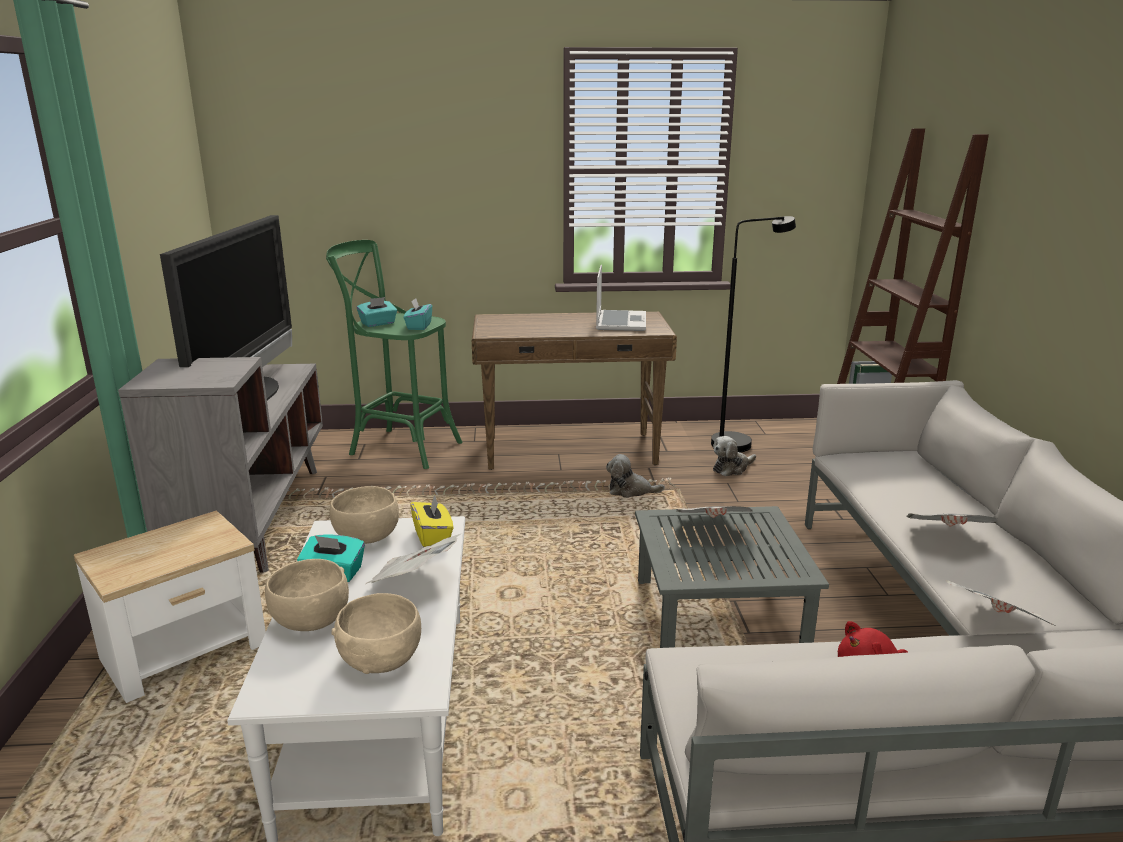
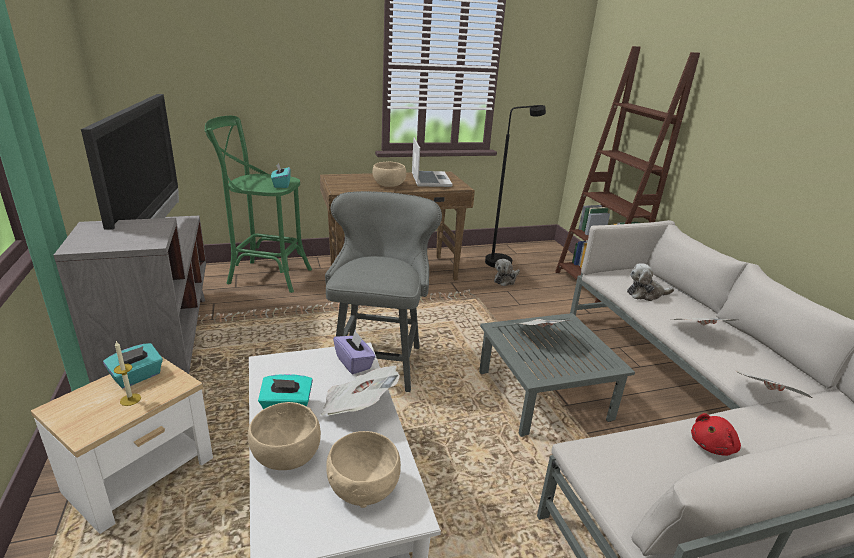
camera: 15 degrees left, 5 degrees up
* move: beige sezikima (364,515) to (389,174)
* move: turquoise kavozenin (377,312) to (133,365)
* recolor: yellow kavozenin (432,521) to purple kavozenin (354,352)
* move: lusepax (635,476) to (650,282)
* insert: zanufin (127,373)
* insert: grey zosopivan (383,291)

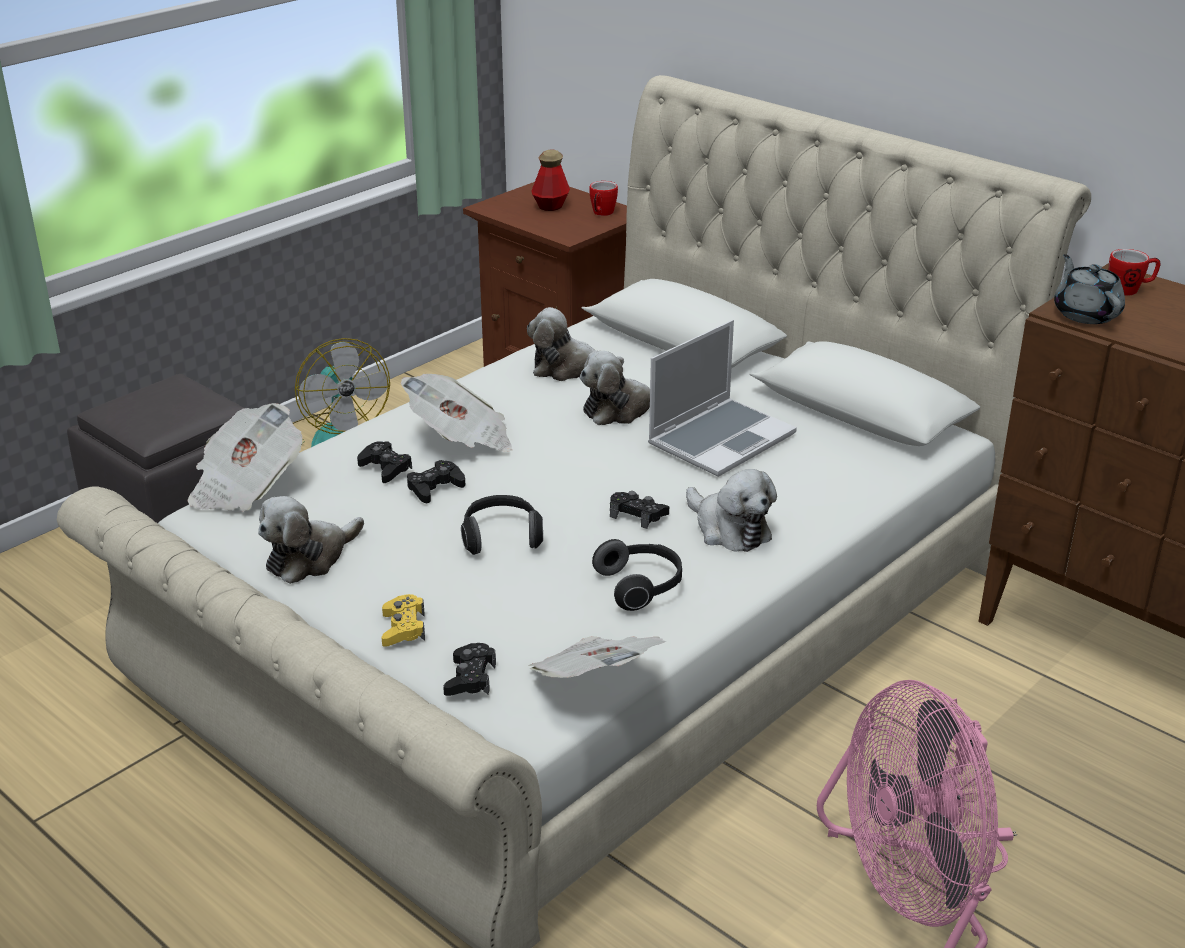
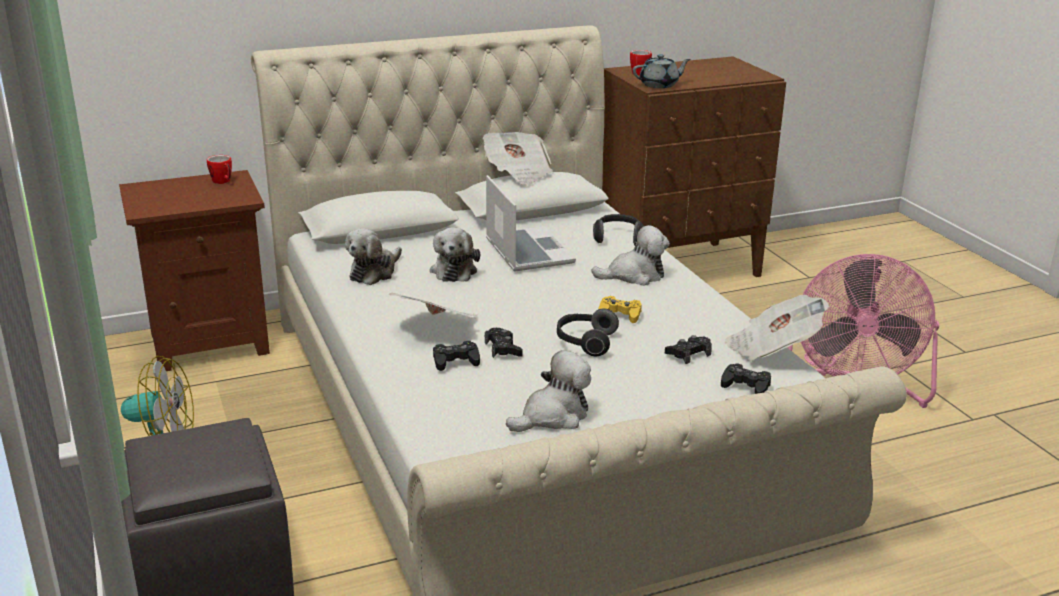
camera: 65 degrees left, 5 degrees down
* move: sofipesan (245,457) to (518,158)
* rotate: lusepax (311,540) = (548,391) 105 degrees counterclockwise
* move: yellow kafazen (403,620) to (620,309)
* delete: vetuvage (550,180)
* move: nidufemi (637,575) to (618,228)
* move: black kafazen (639,510) to (688,349)
* rotate: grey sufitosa (1089,289) = (662,71) 150 degrees clockwise

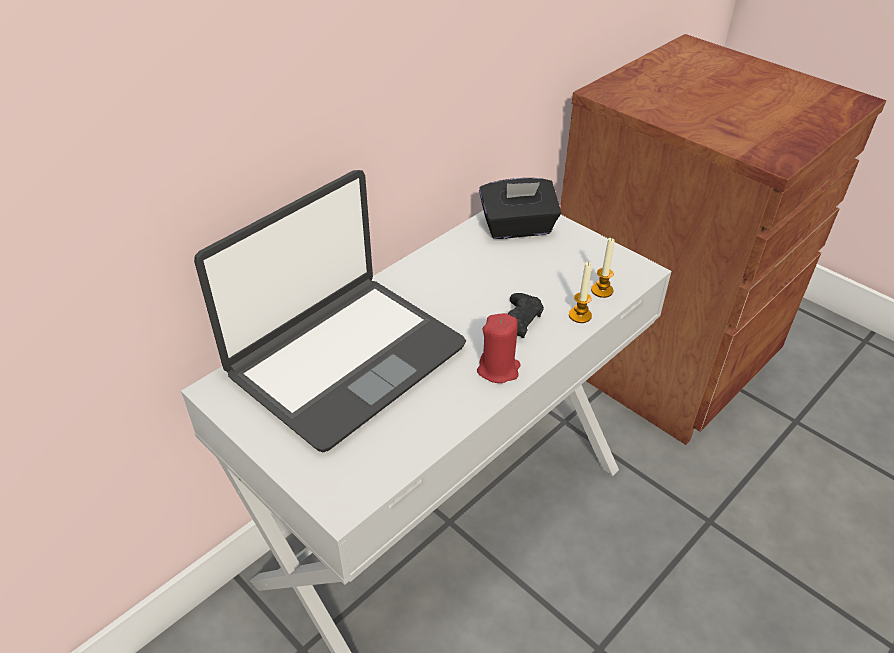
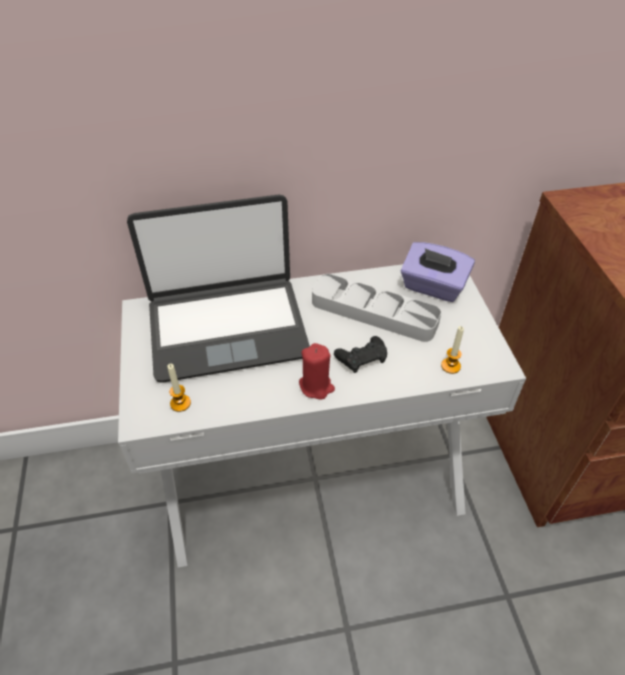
camera: 35 degrees right, 5 degrees up
* recolor: black kavozenin (520,208) to purple kavozenin (438,272)
* move: zanufin (580,292) to (179,388)
* insert: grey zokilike (376,308)

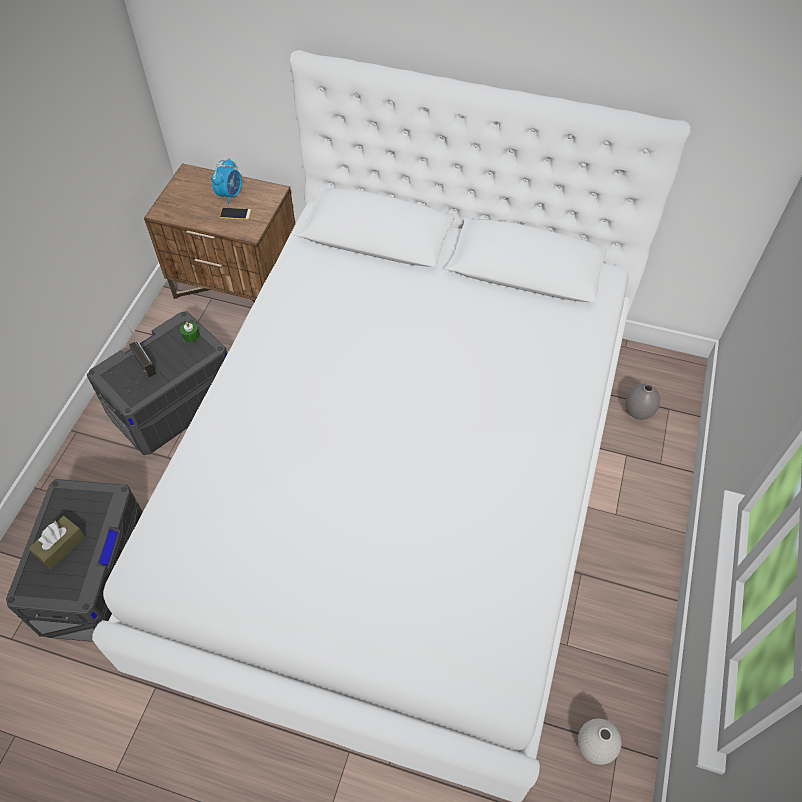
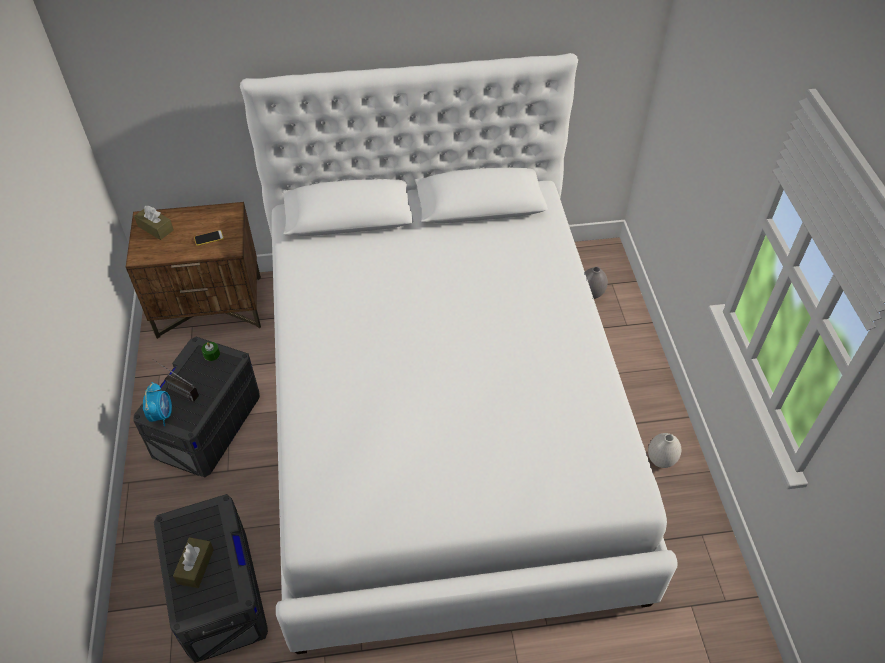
camera: 25 degrees left, 5 degrees down
* move: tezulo (226,181) to (157,404)
* move: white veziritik (600,742) to (664,450)
* insert: brown kavozenin (154,223)

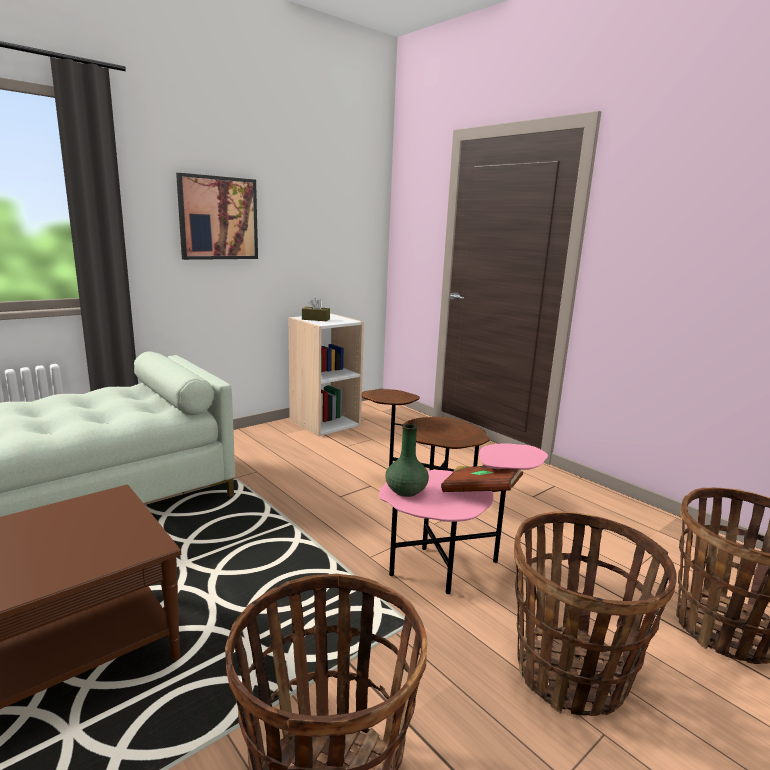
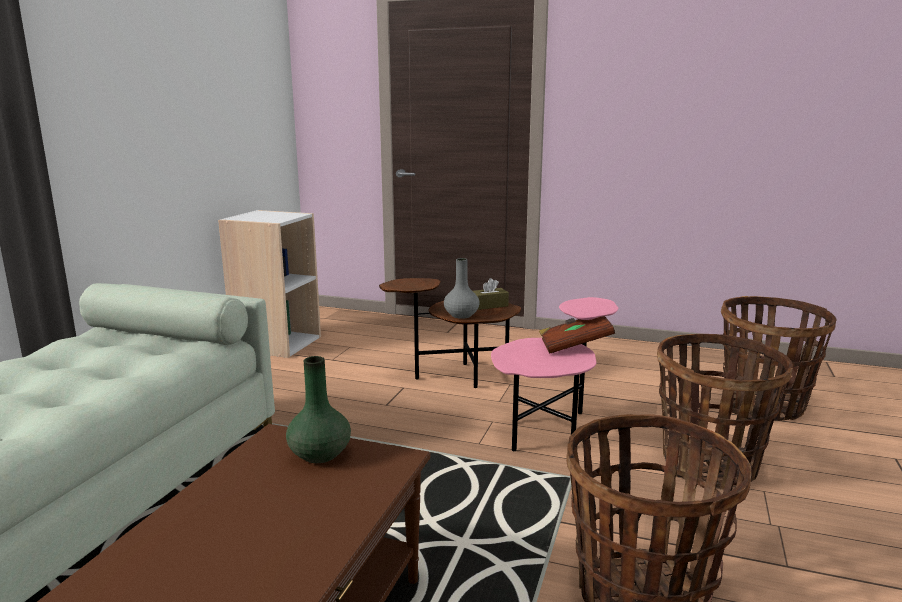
camera: 30 degrees left, 0 degrees up
* delete: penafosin (217,216)
* move: brown kavozenin (316,309) to (491,294)
* move: green veziritik (407,460) to (318,409)
* insert: grey veziritik (462,288)

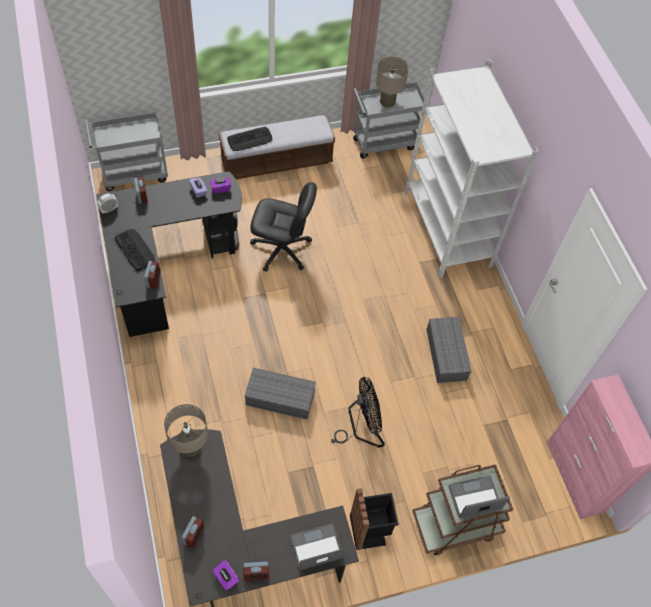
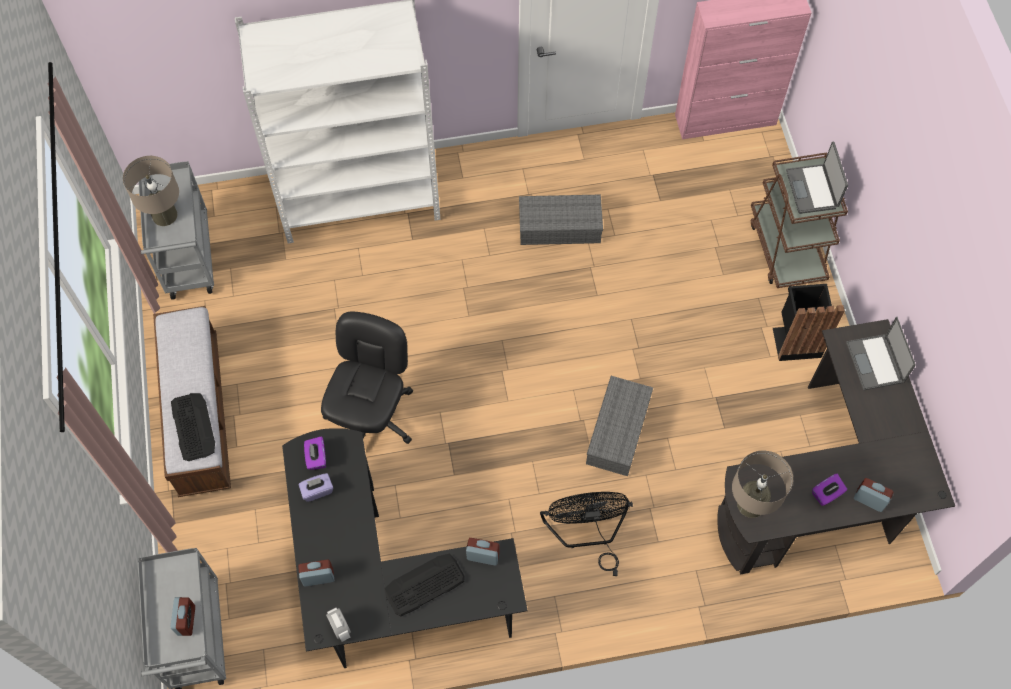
camera: 80 degrees left, 5 degrees up
* move: purple kavozenin (226,575) to (829,489)
* move: tezulo (256,571) to (183,616)
* move: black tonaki (358,412) to (586,534)

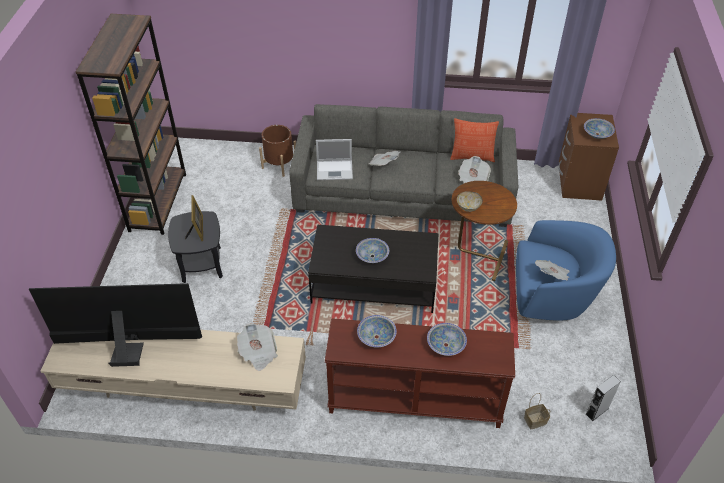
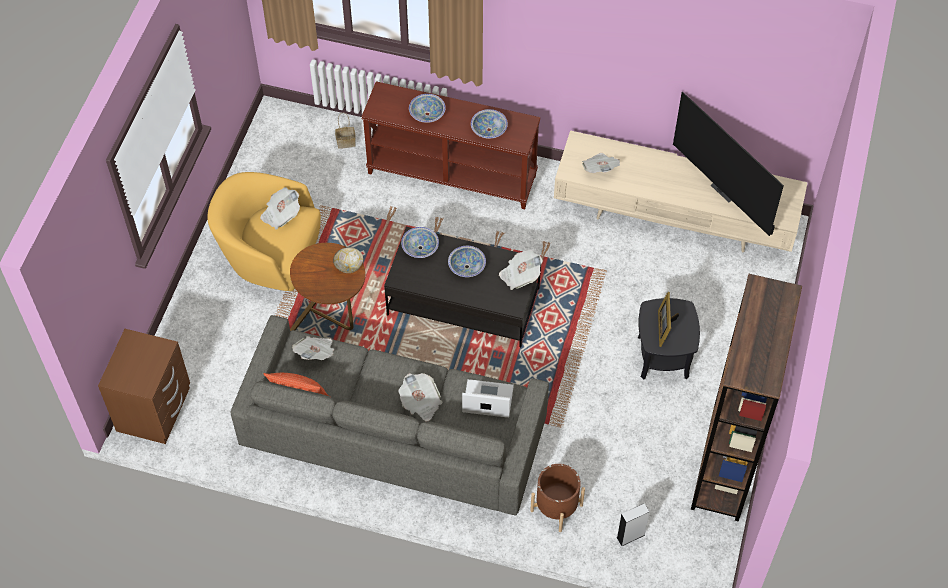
camera: 170 degrees left, 10 degrees up
* rotate: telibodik (115,325) = (728,164) 45 degrees clockwise
* recolor: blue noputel (566,270) to yellow noputel (264,231)
* move: sezikima (599,128) to (420,242)
* move: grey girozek (603,398) to (633,524)
* insert: sofipesan (521,270)

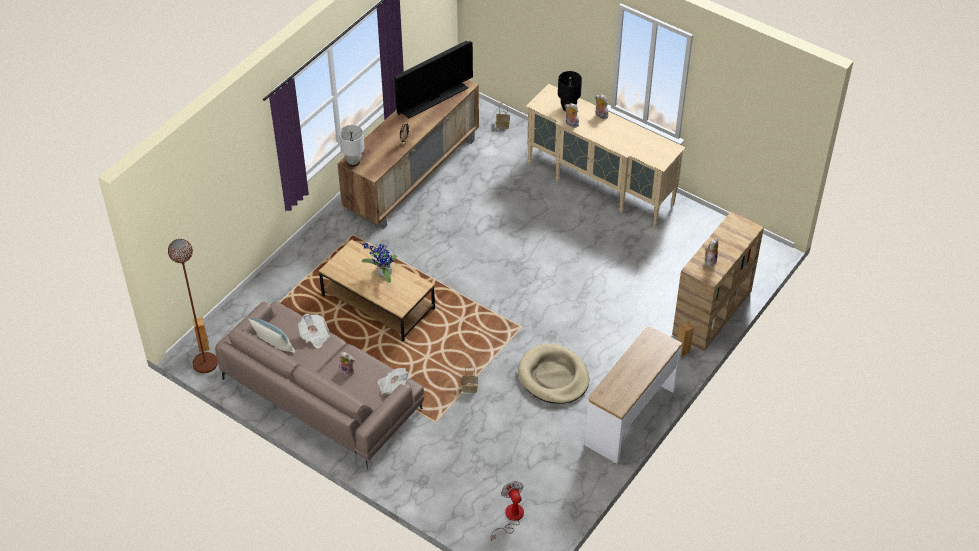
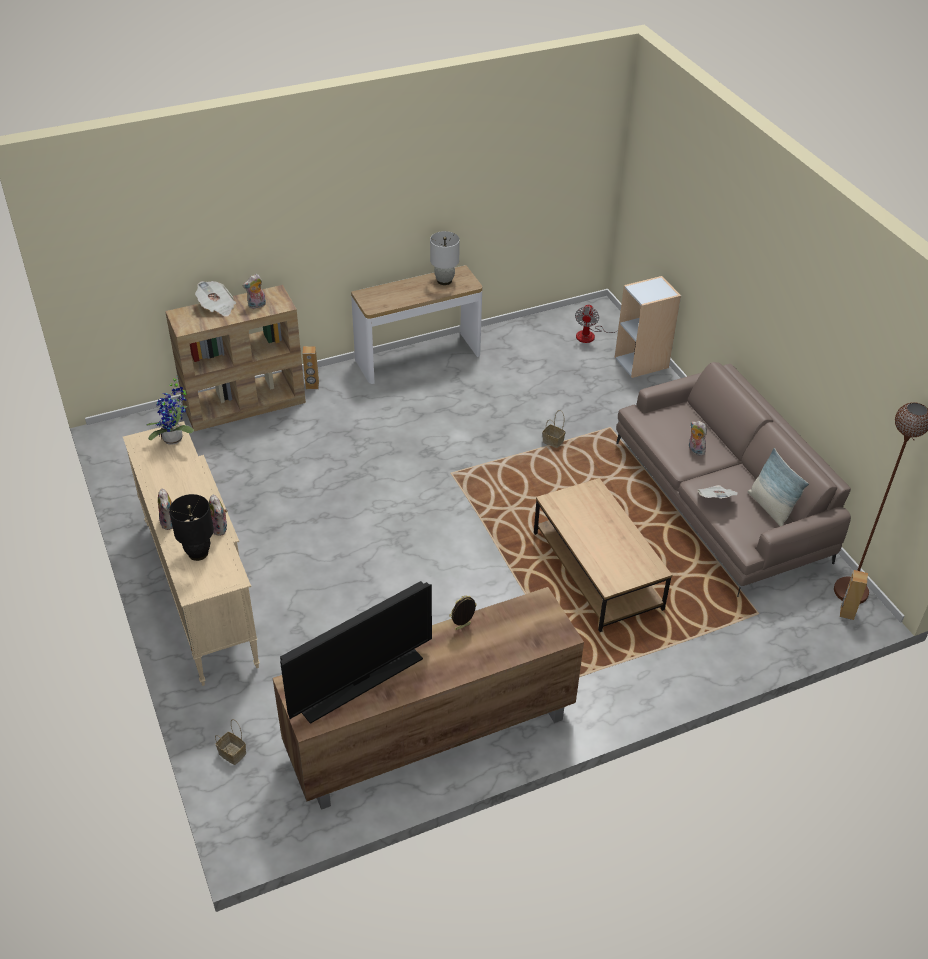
camera: 150 degrees left, 5 degrees down
* move: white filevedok (351,146) to (445,258)
* move: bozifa (379,263) to (170,410)
* move: sofipesan (393,381) to (215,299)
* rotate: telibodik (433,79) = (356,652) 150 degrees clockwise
* delete: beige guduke (553,373)
* insert: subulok (648,327)

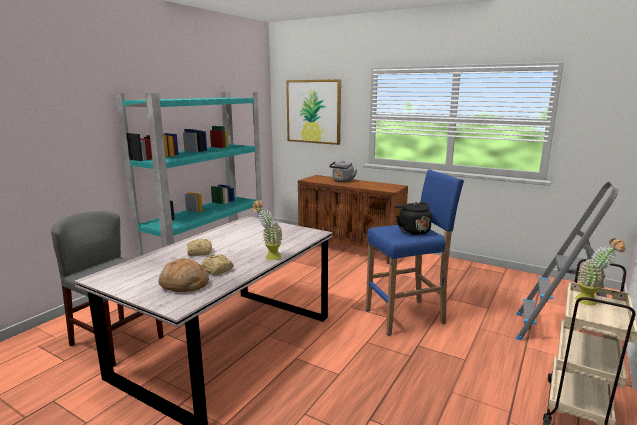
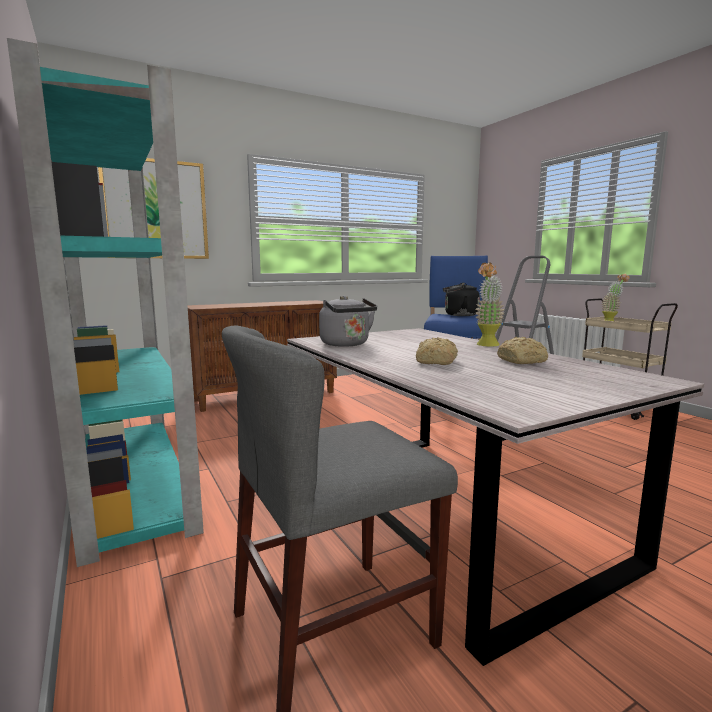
camera: 60 degrees left, 5 degrees down
* delete: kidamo (183,275)
* move: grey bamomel (343,172) to (348,321)

